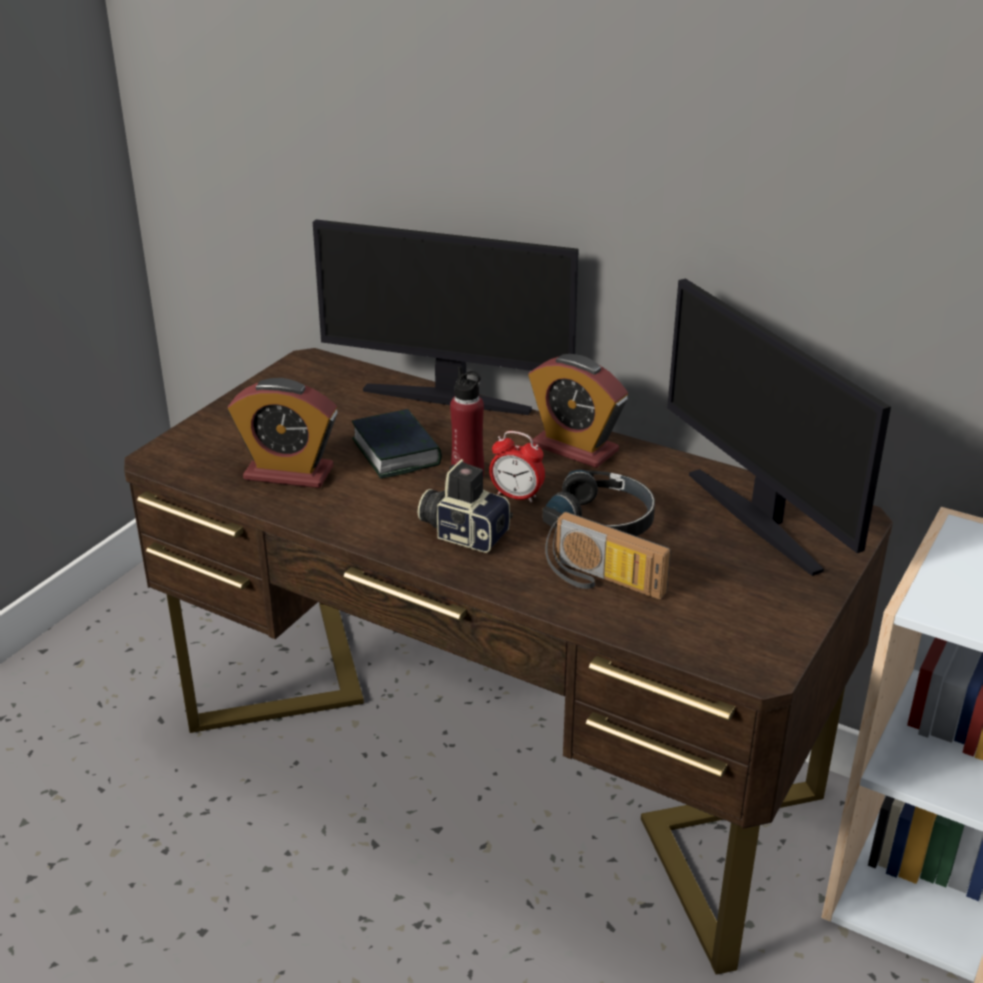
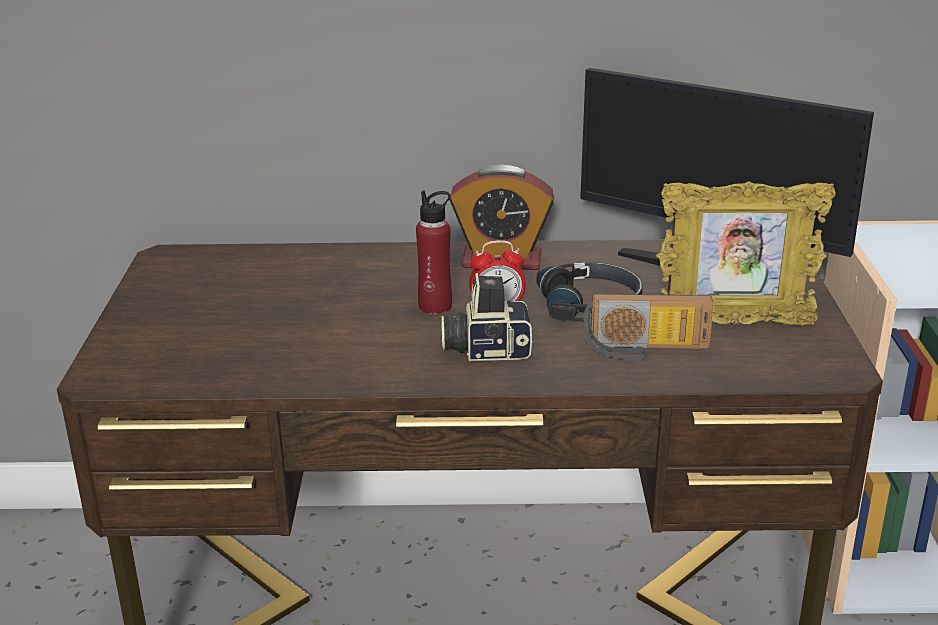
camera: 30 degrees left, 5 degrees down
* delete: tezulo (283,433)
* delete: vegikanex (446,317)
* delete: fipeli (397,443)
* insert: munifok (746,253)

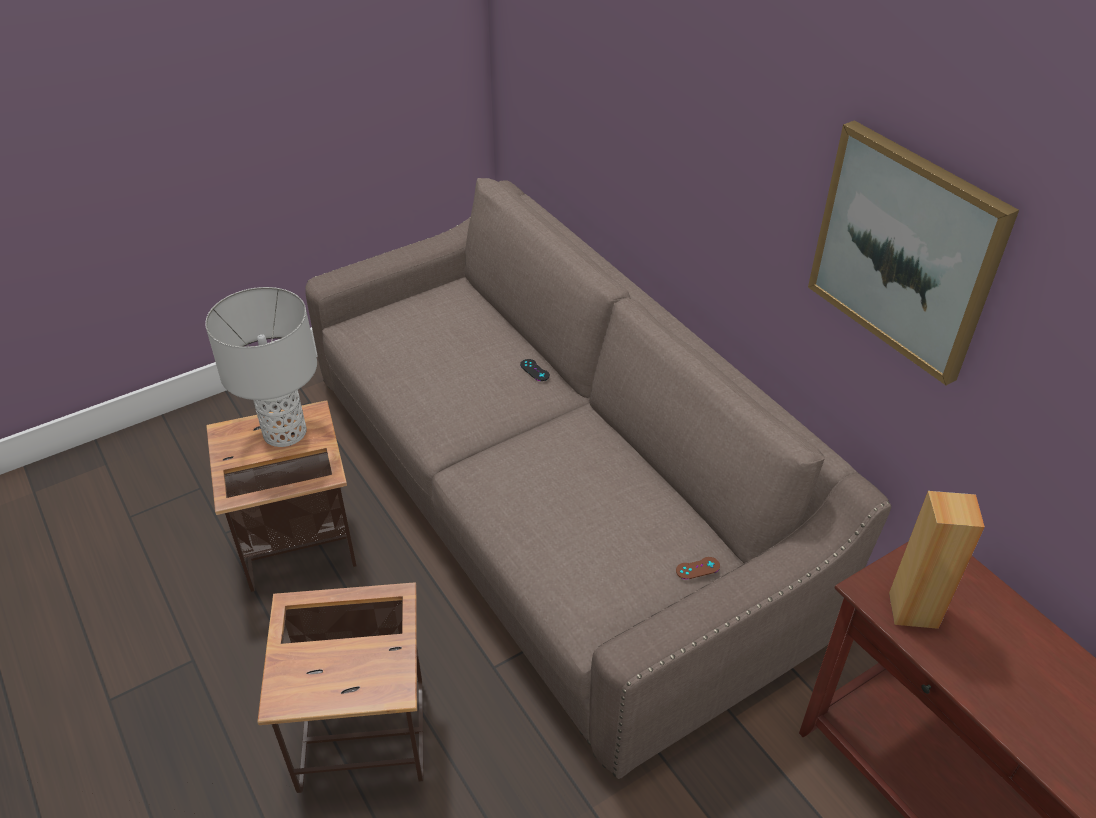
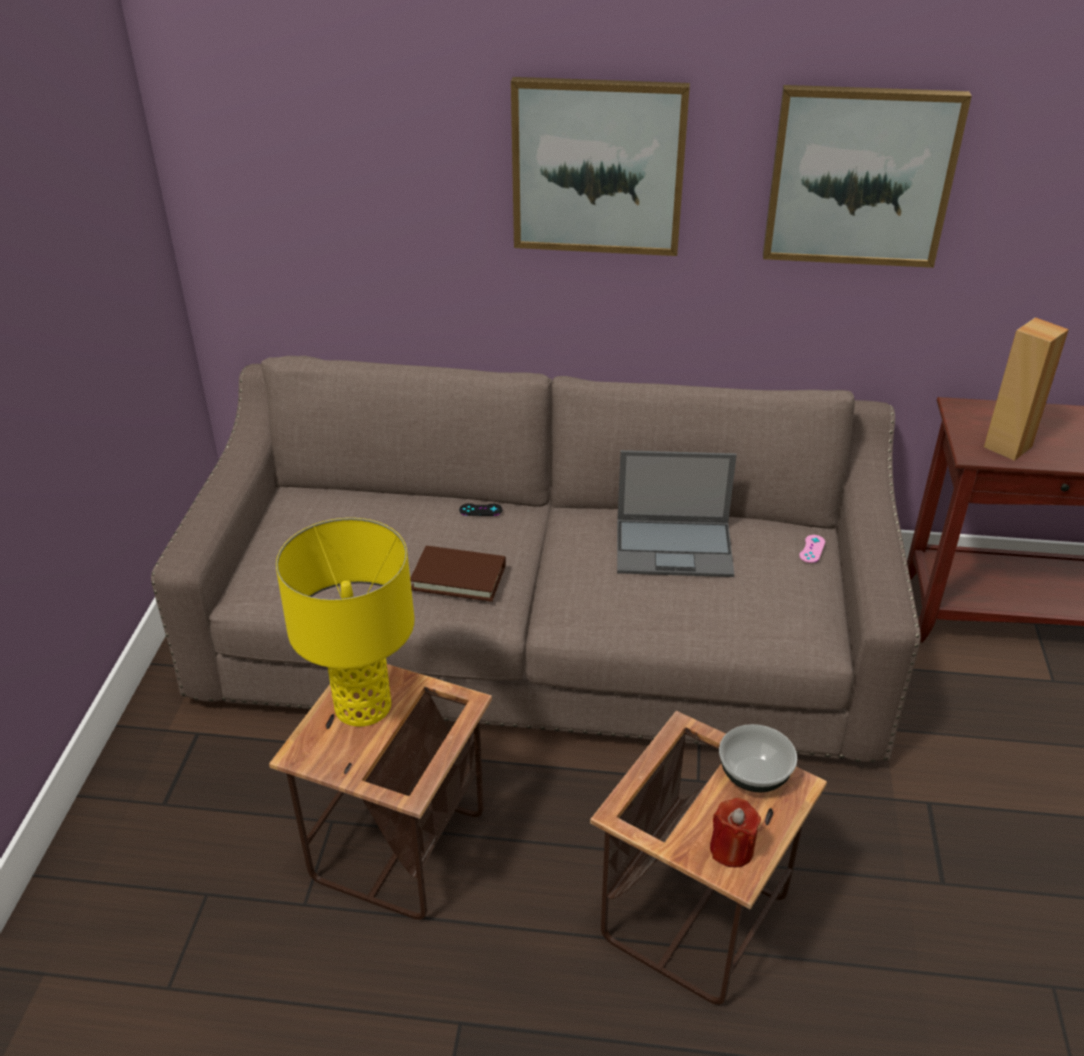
camera: 50 degrees left, 5 degrees down
* recolor: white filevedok (261,367) to yellow filevedok (345,622)
* recolor: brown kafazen (698,568) to pink kafazen (812,549)
* insert: brown fipeli (458,574)
* insert: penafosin (600,166)
* insert: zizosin (676,513)
* insert: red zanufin (735,832)
* insert: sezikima (758,758)

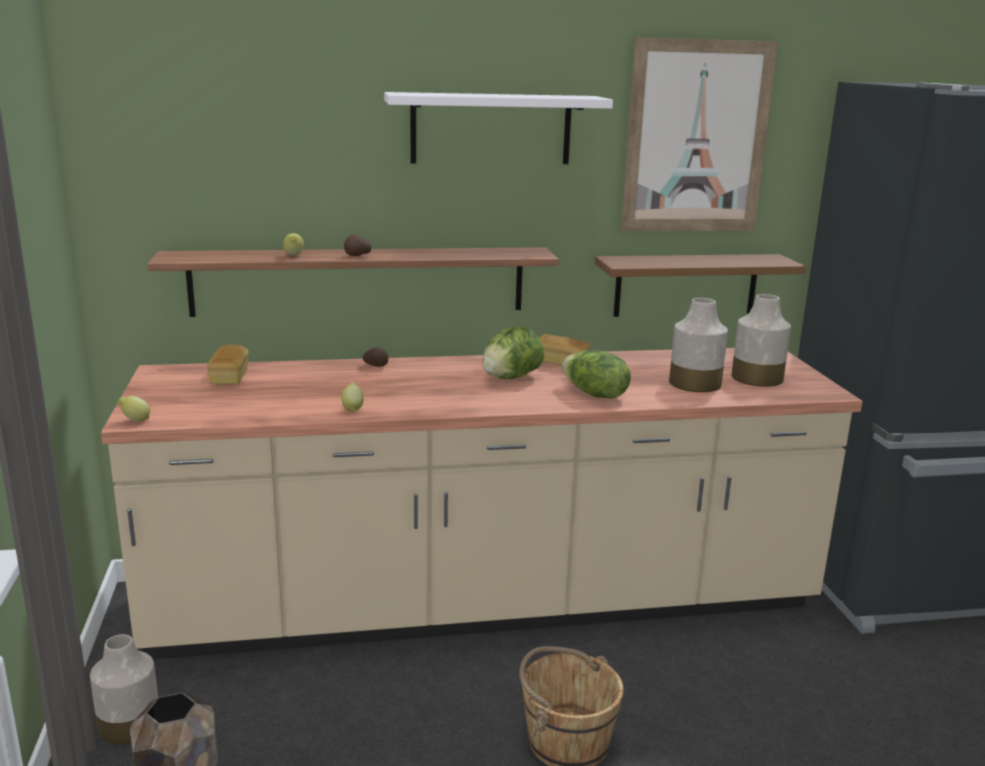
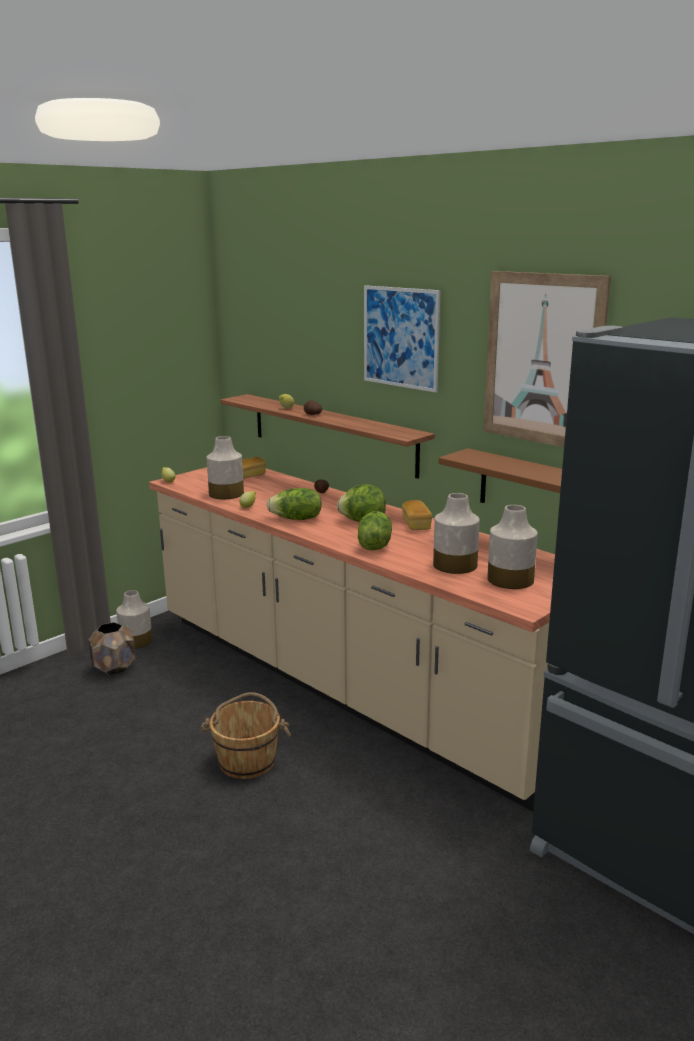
camera: 55 degrees right, 0 degrees up
* replace: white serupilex (498,128) to penafosin (402,338)
* insert: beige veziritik (225,467)
* insert: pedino (294,504)

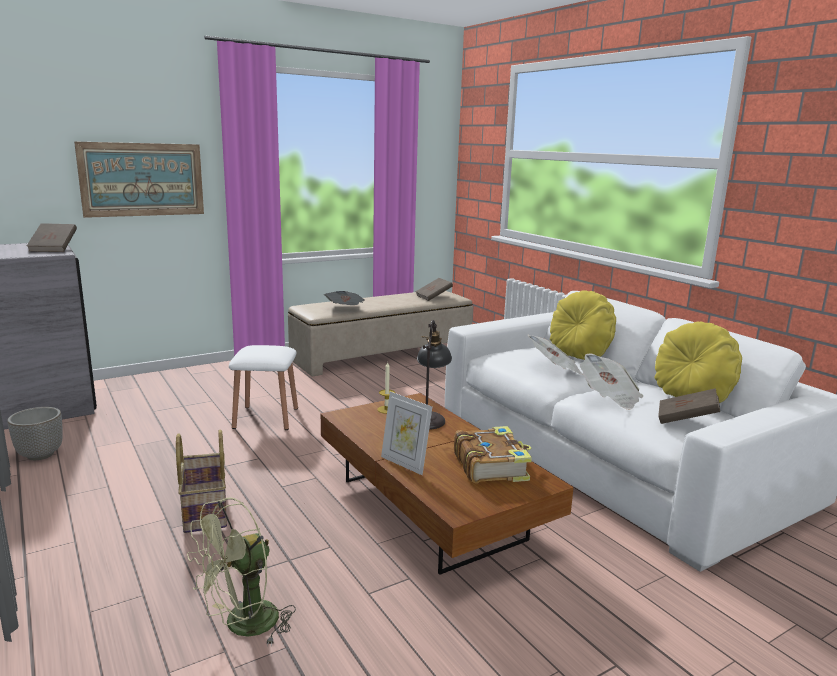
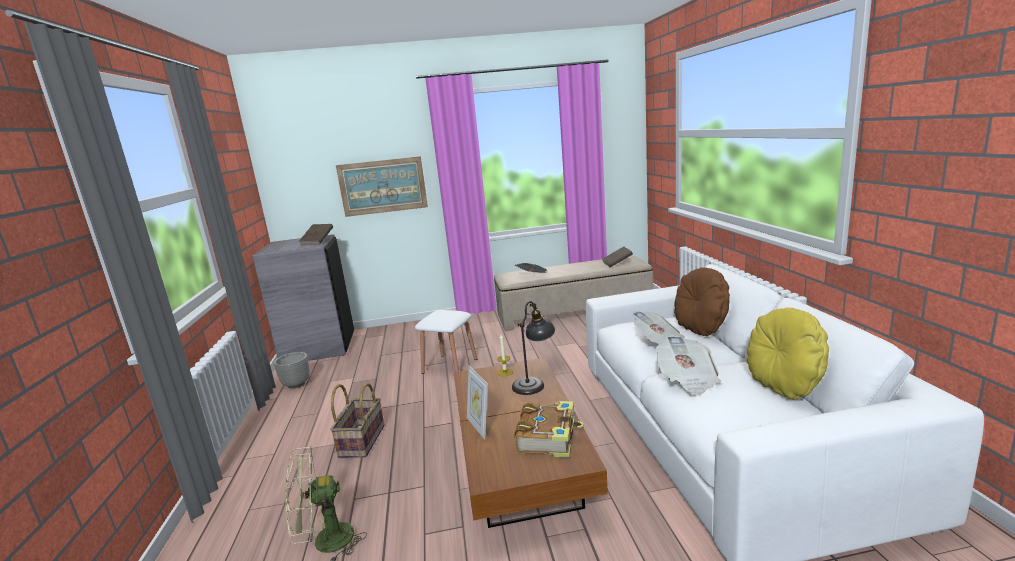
camera: 25 degrees right, 0 degrees up
* recolor: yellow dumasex (583,325) to brown dumasex (702,301)
* delete: brown fipeli (689,406)

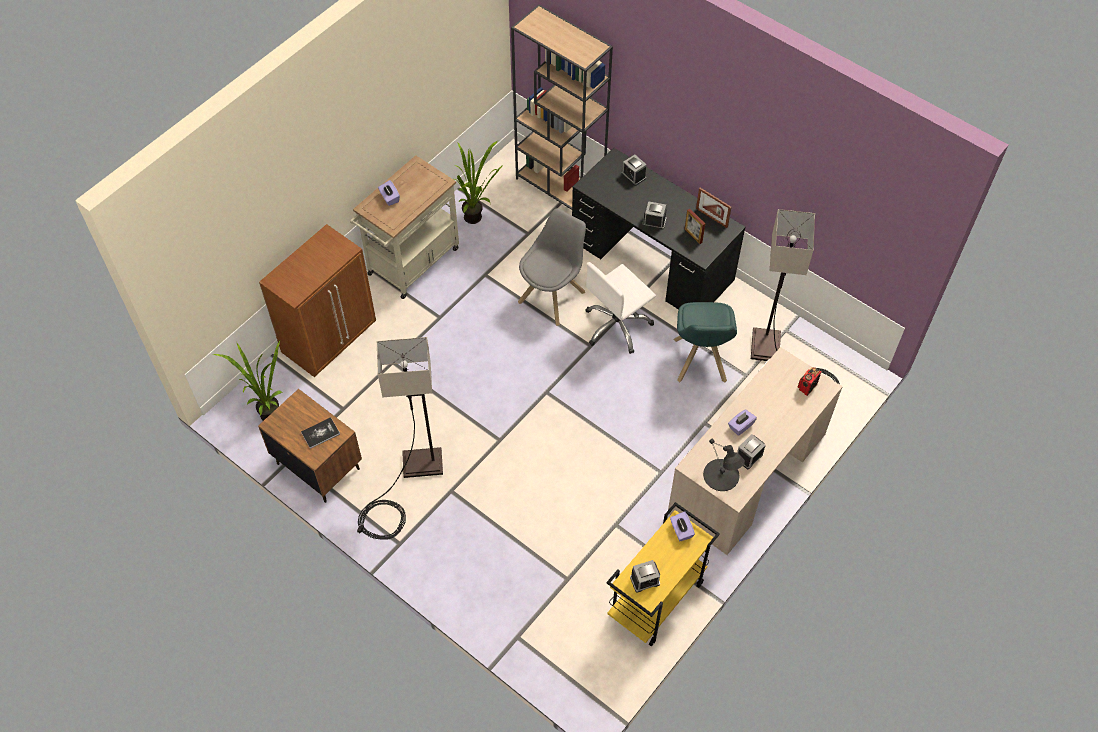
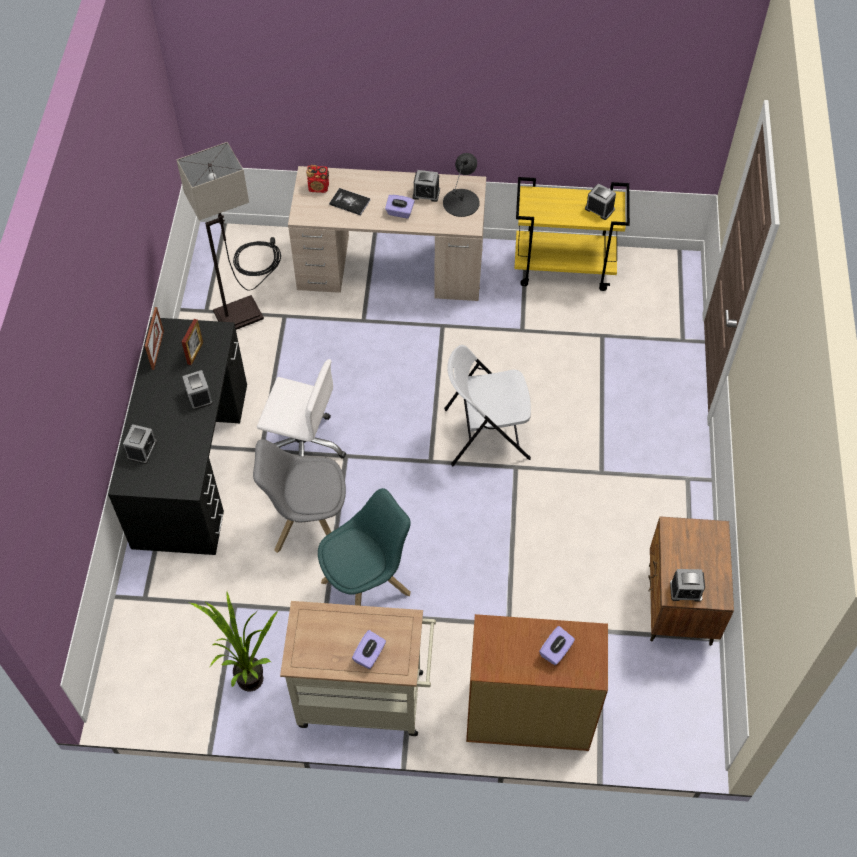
camera: 125 degrees left, 0 degrees up
* delete: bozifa (248,381)
* move: fipeli (320,433) to (349,202)
* delete: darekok (400,438)
* delete: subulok (562,107)
* move: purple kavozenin (682,526) to (557,645)
* move: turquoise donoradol (705,342) to (364,547)
* insert: white donoradol (487,405)
* insert: tezulo (687,585)

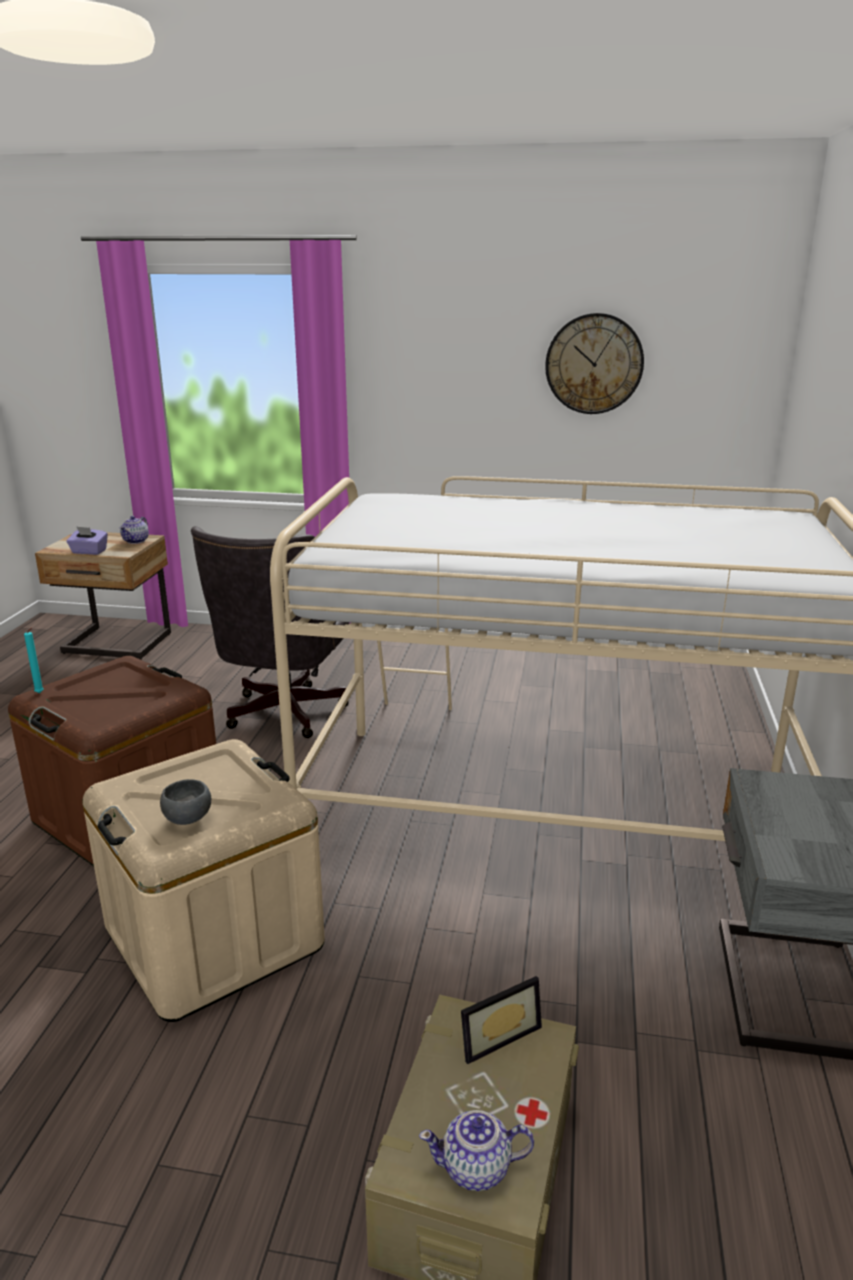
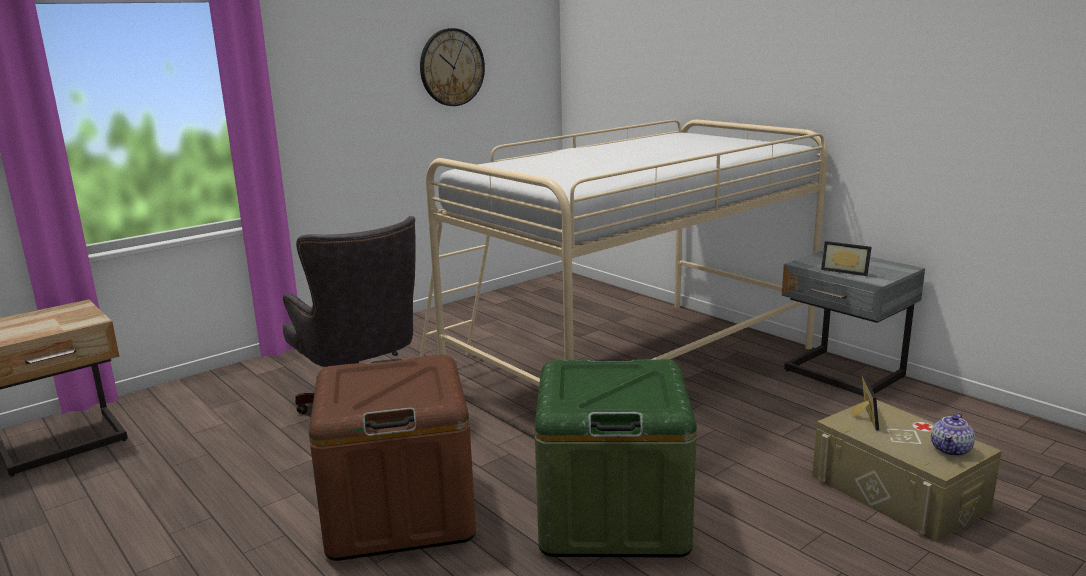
camera: 50 degrees left, 5 degrees down
* delete: turquoise zanufin (34,660)
* delete: purple kavozenin (87,540)
* recolor: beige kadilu (203,880) to green kadilu (616,458)
* delete: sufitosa (134,530)
* delete: grey sezikima (185,802)
* insert: munifok (846,258)

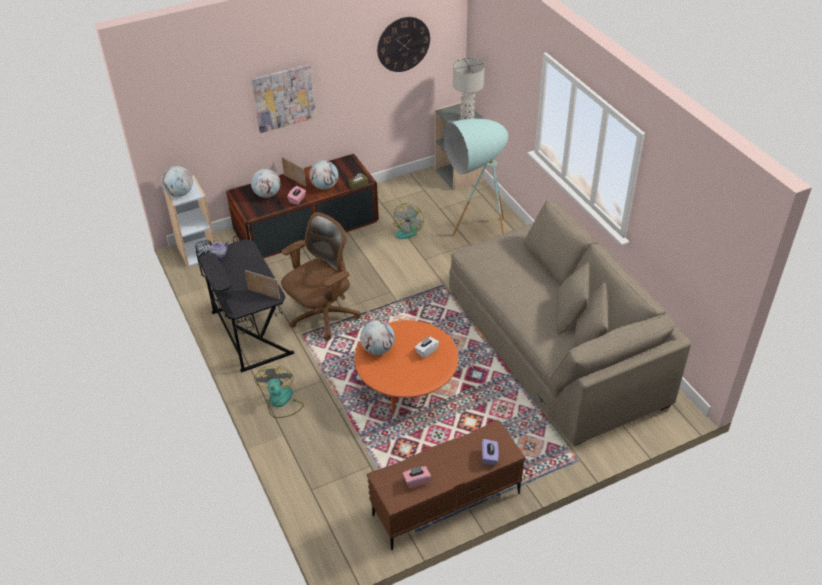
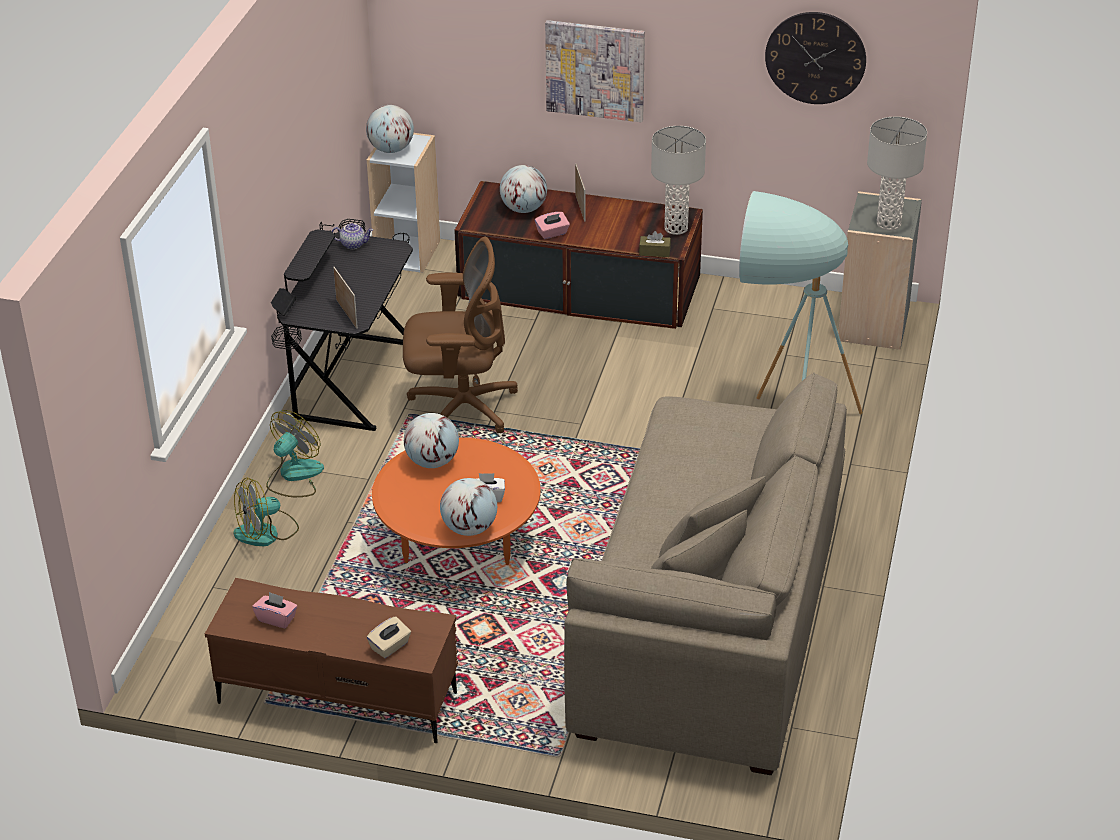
camera: 40 degrees right, 5 degrees down
* move: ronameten (323,175) to (468,507)
* move: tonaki (408,221) to (266,512)
* recolor: purple kavozenin (490,452) to beige kavozenin (389,637)
* insert: white filevedok (678,180)

